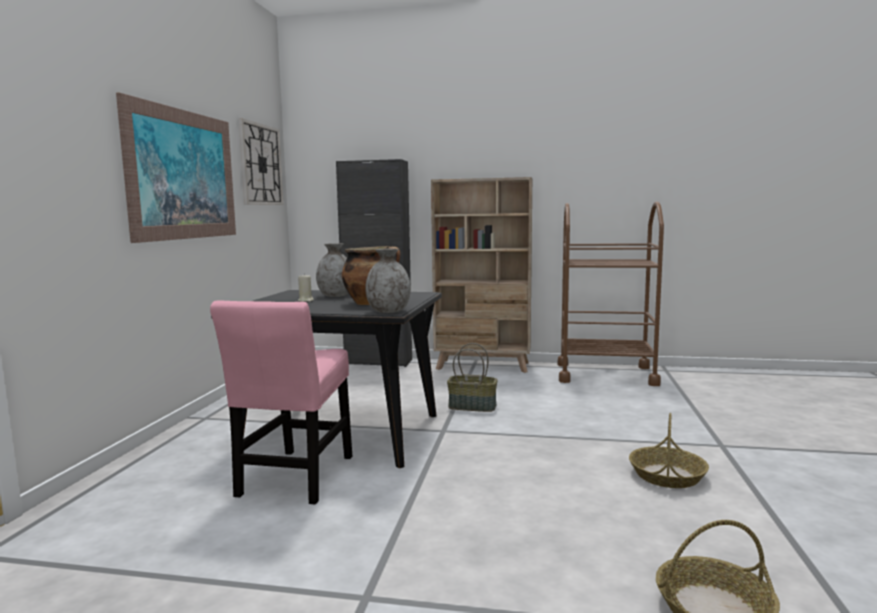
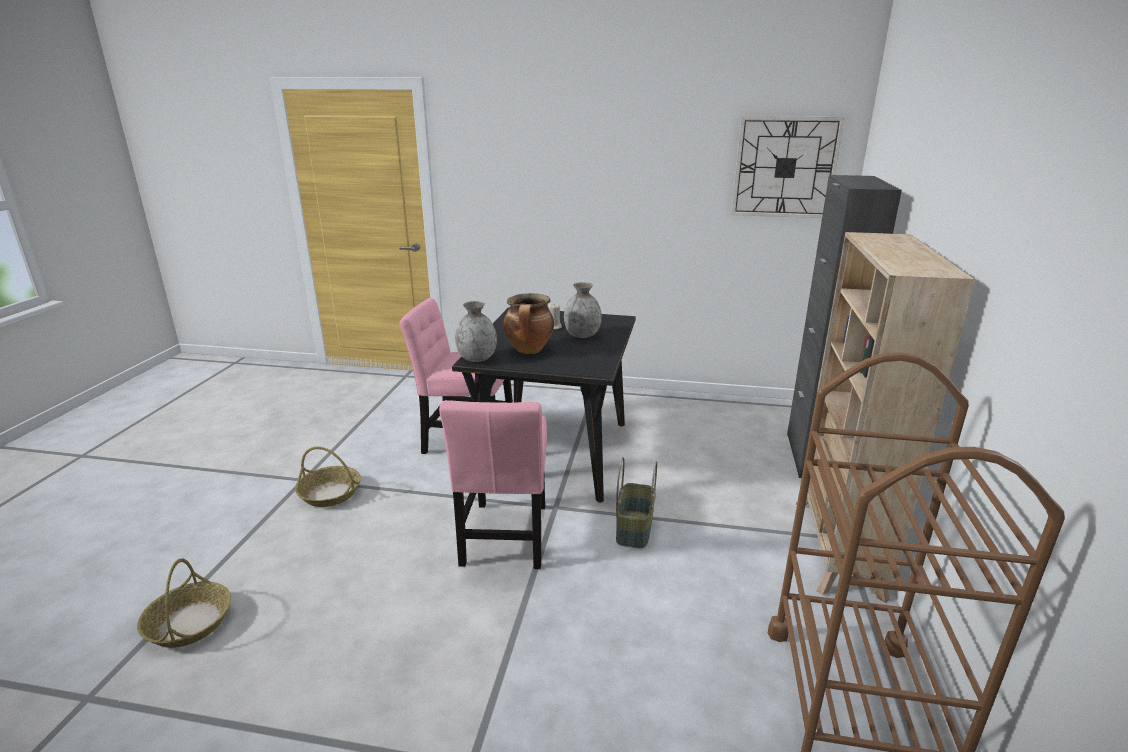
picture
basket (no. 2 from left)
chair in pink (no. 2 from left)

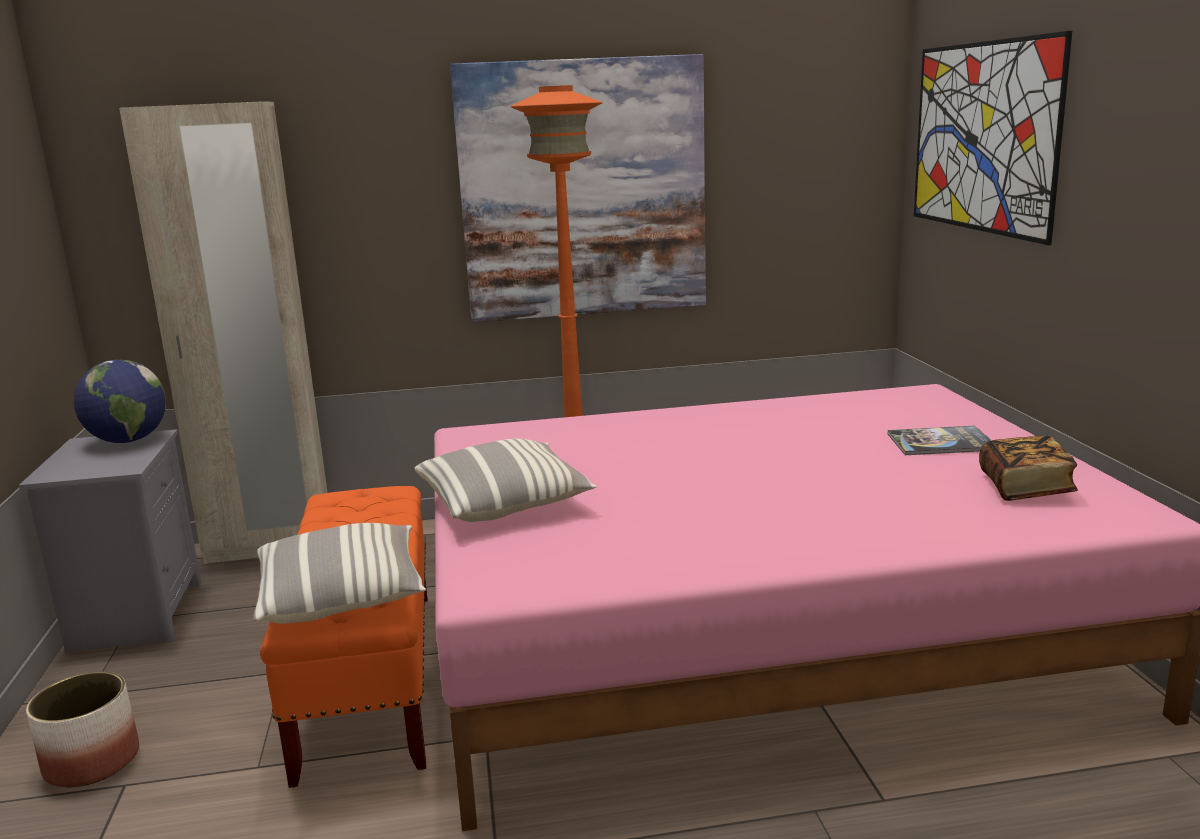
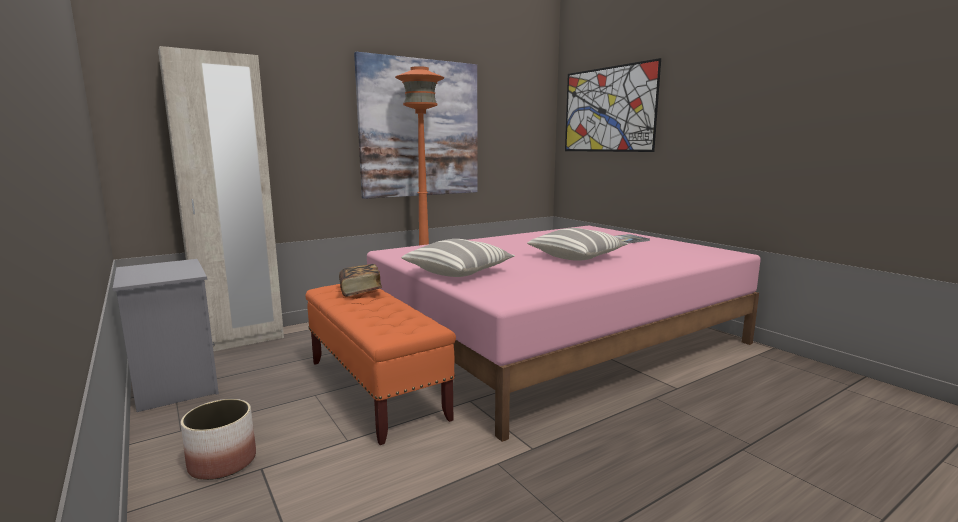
globe
book (no. 1 from left)
pillow (no. 2 from left)

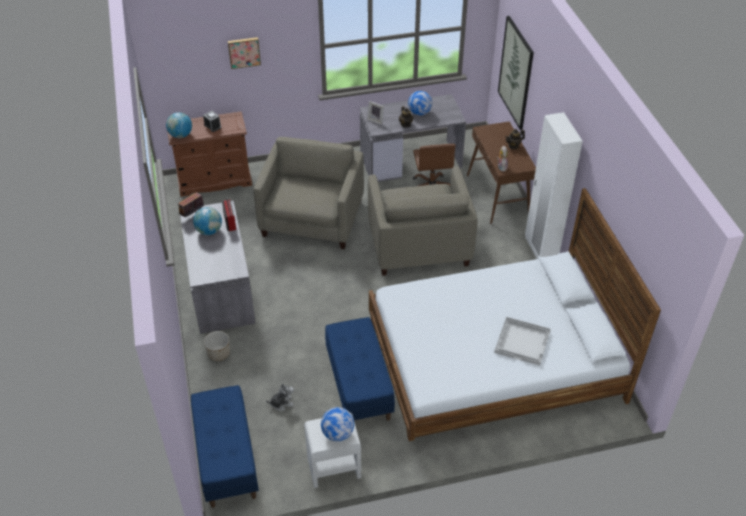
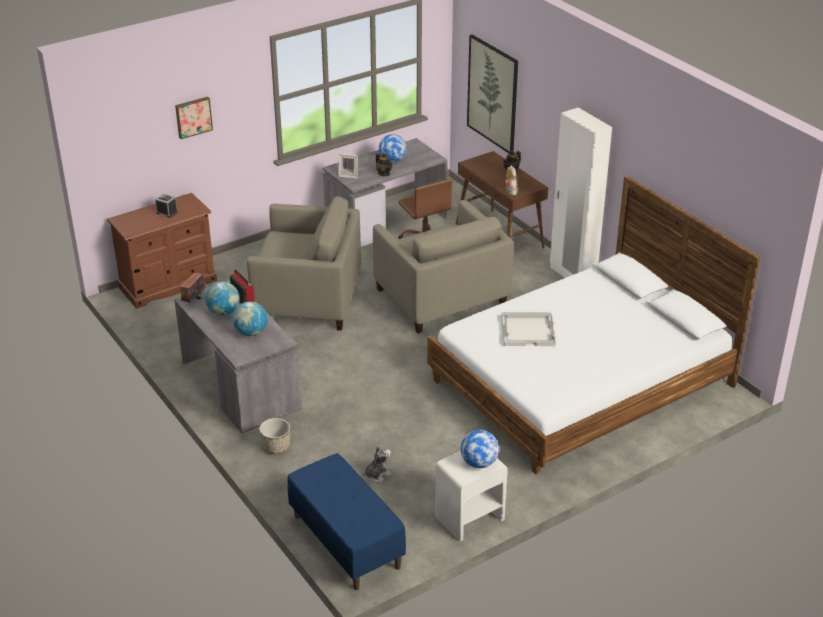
globe (no. 2 from left)
armchair in beige (no. 1 from left)
bench in blue (no. 2 from left in the first image)
tray in white

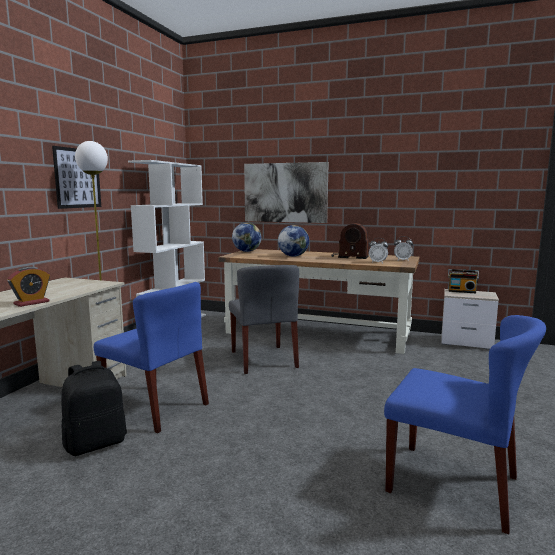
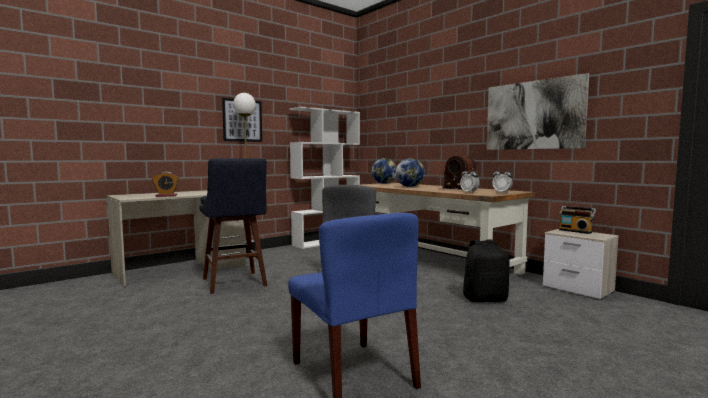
picture (no. 2 from left)
stool in blue
backpack in black

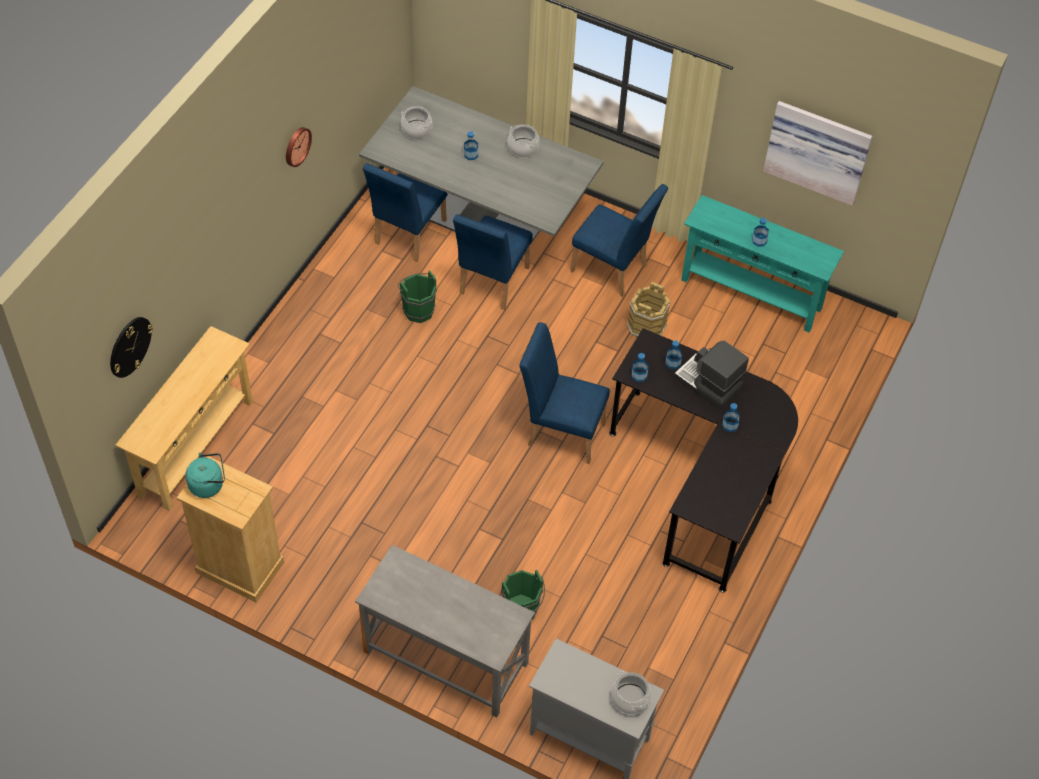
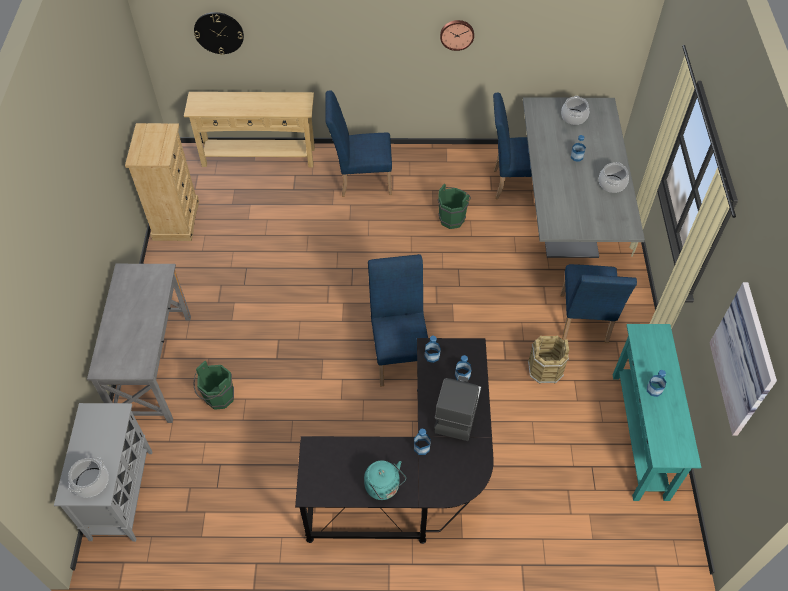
chair in blue (no. 1 from left)
kettle in turquoise

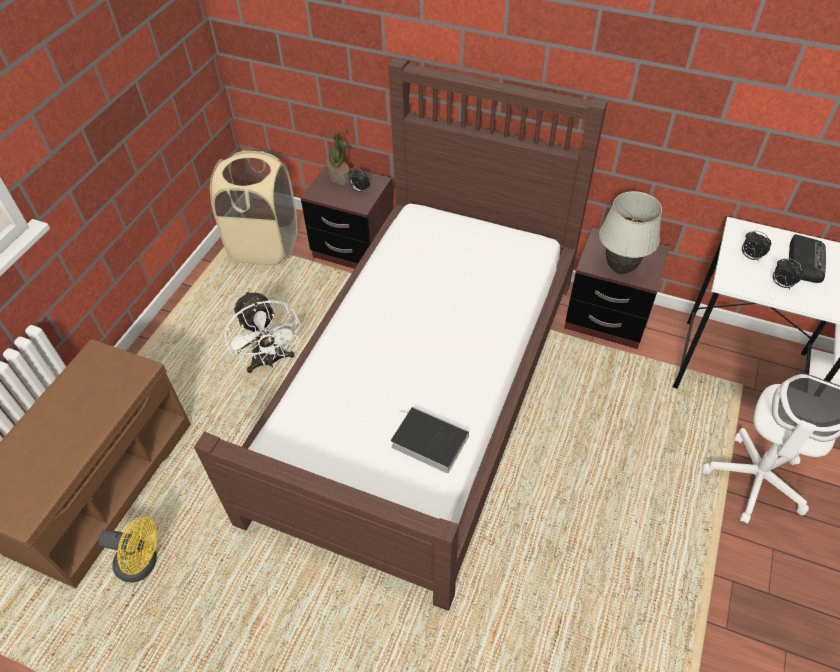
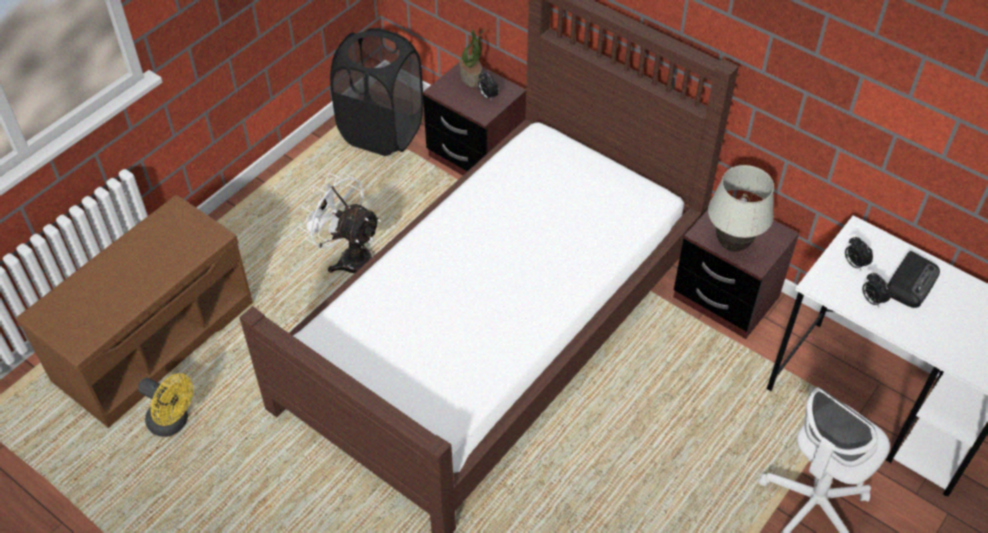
laundry basket in black
fan in white
book

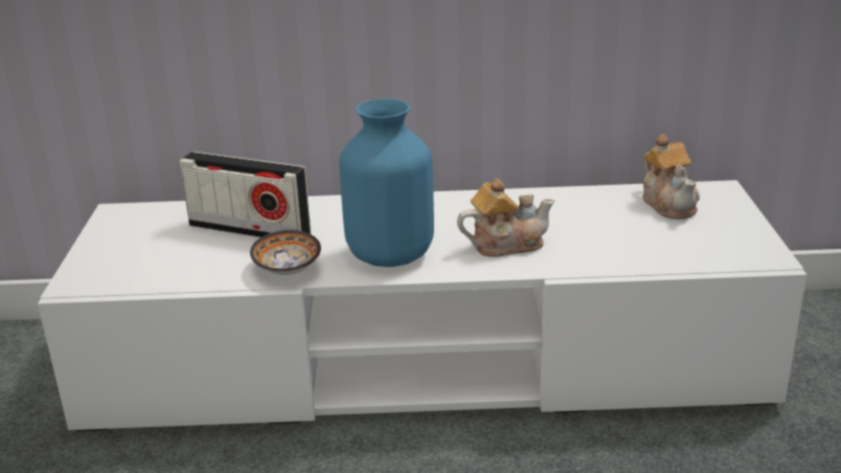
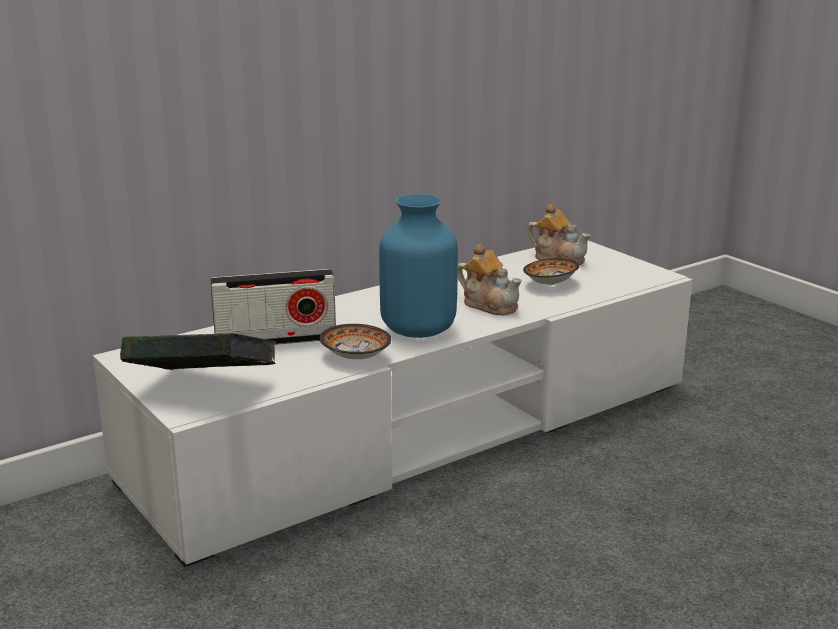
teapot (no. 1 from left)
bowl (no. 2 from left)
book

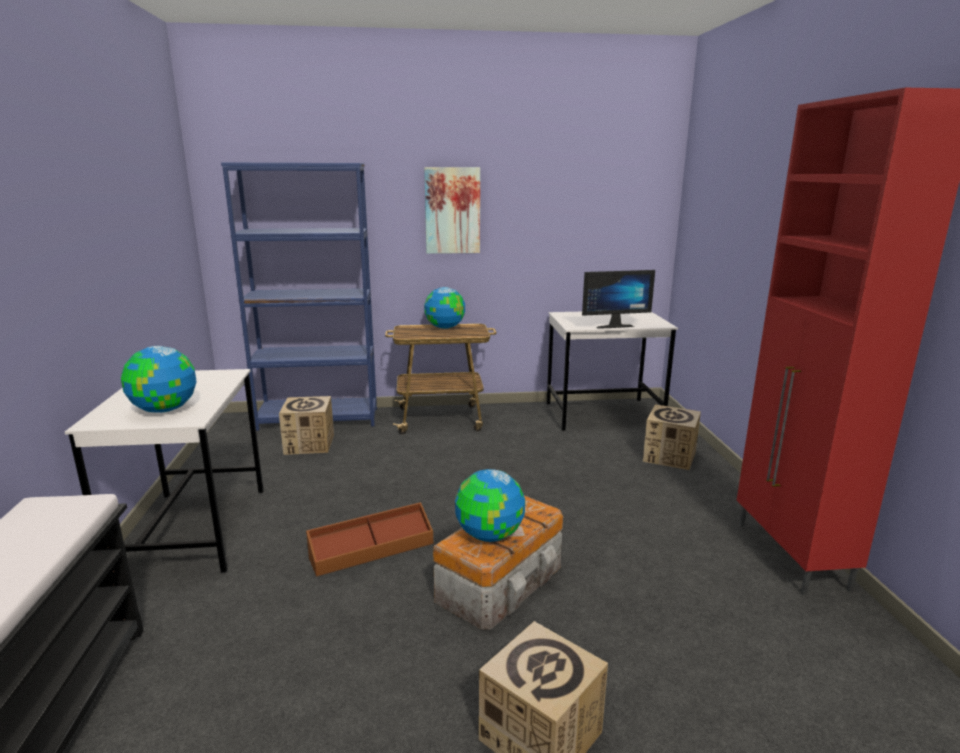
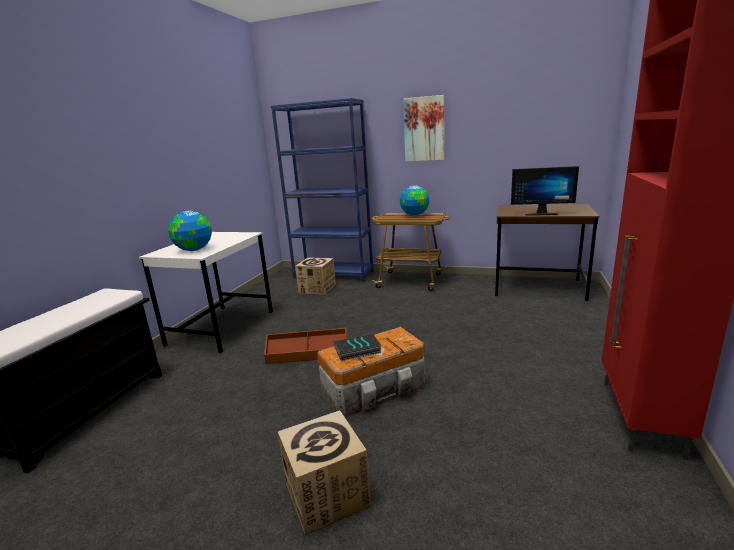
desk in brown
cardboard box (no. 3 from left in the first image)
book

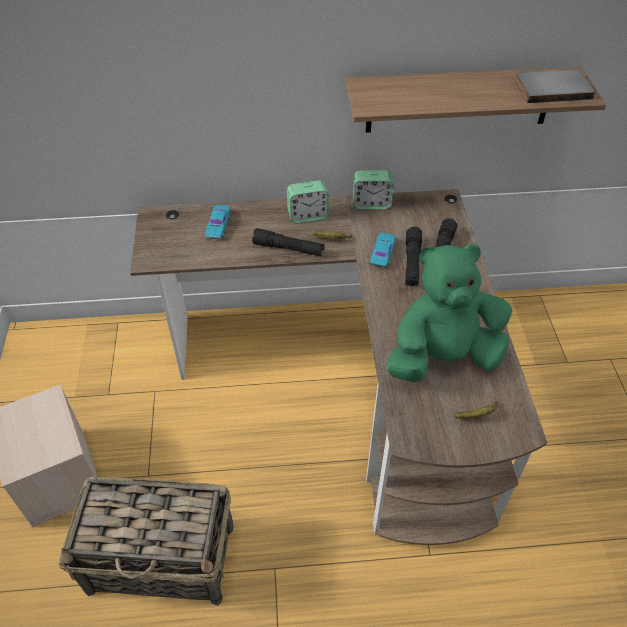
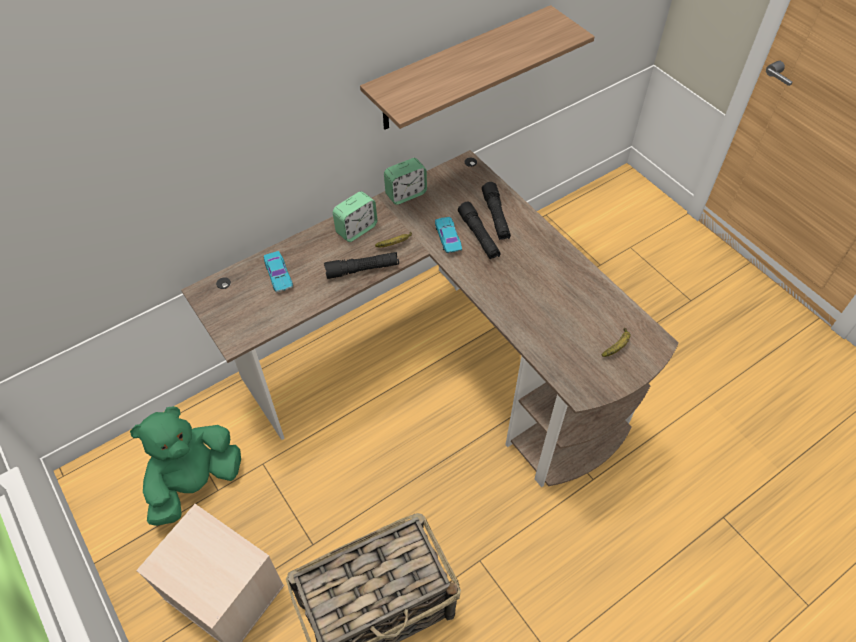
book in grey
plush toy in green

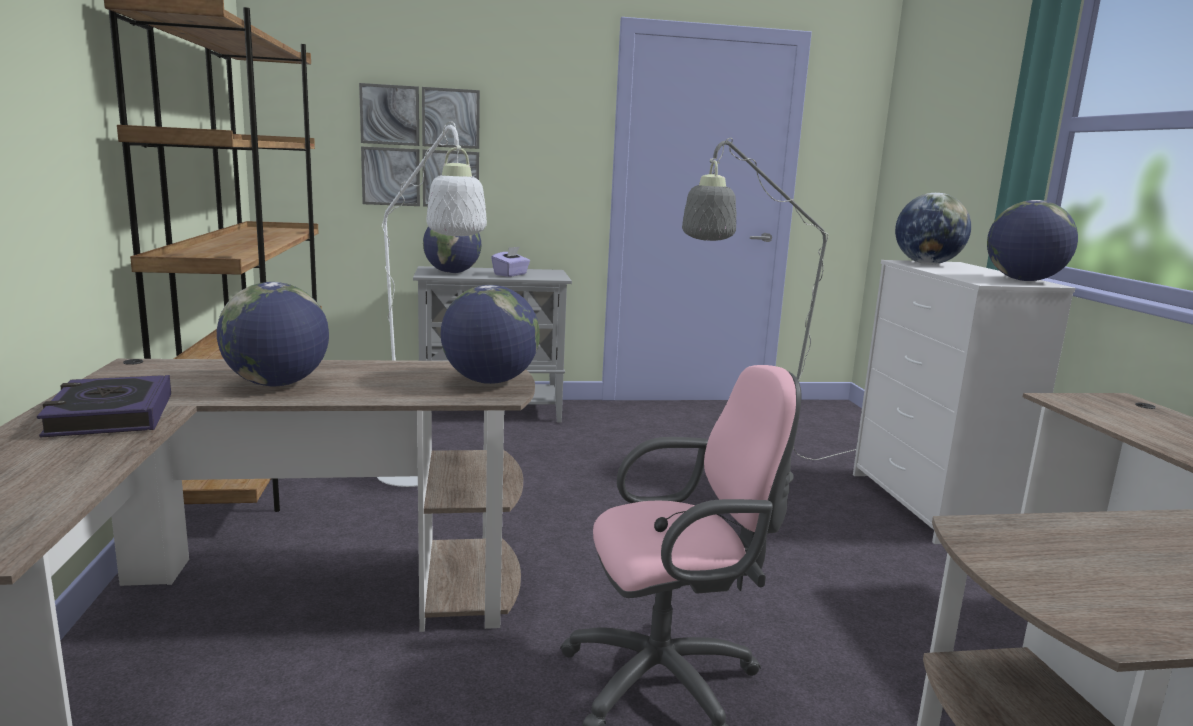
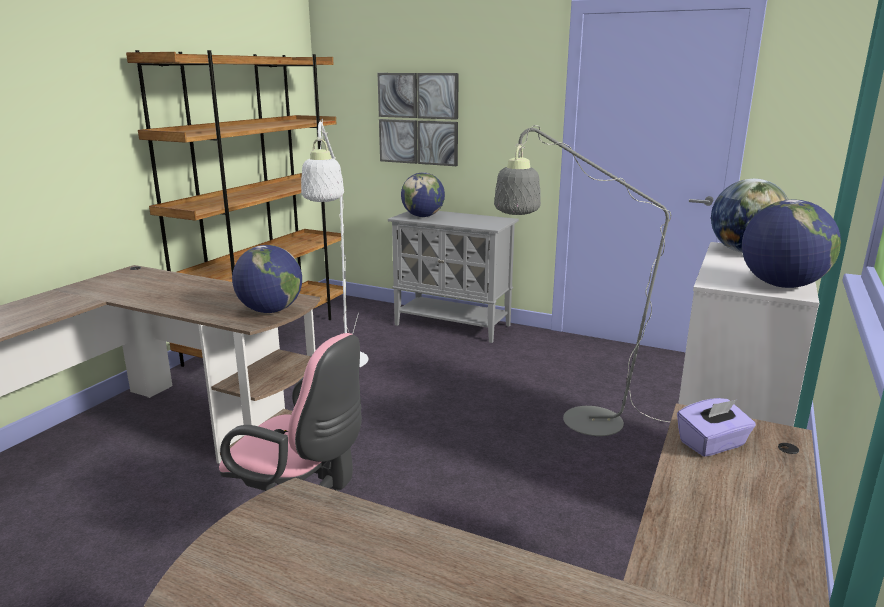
tissue box in purple
globe (no. 1 from left in the first image)
book

